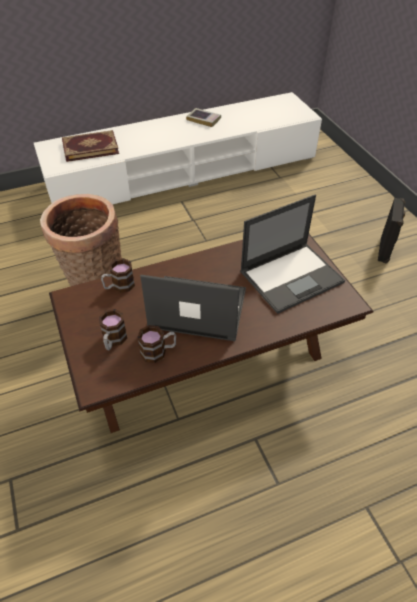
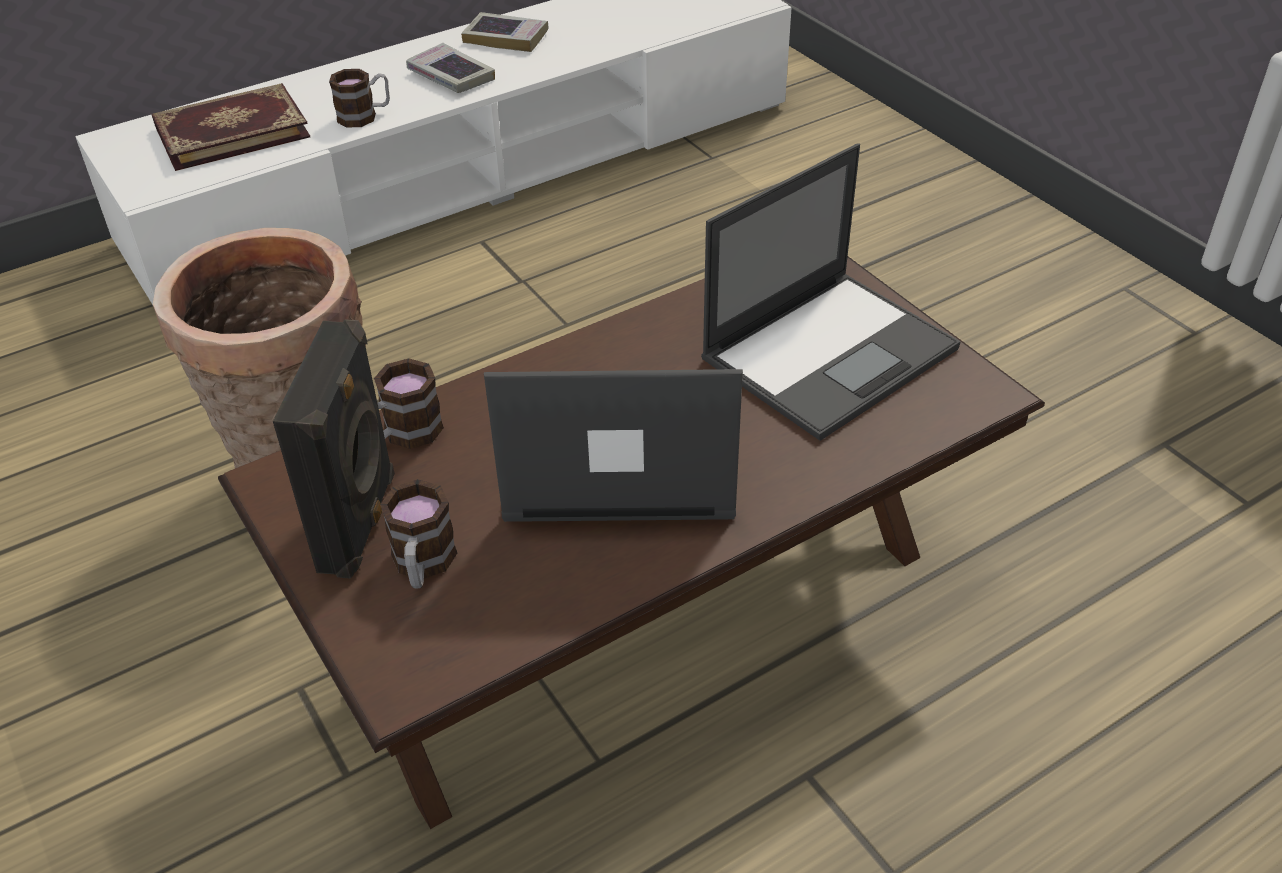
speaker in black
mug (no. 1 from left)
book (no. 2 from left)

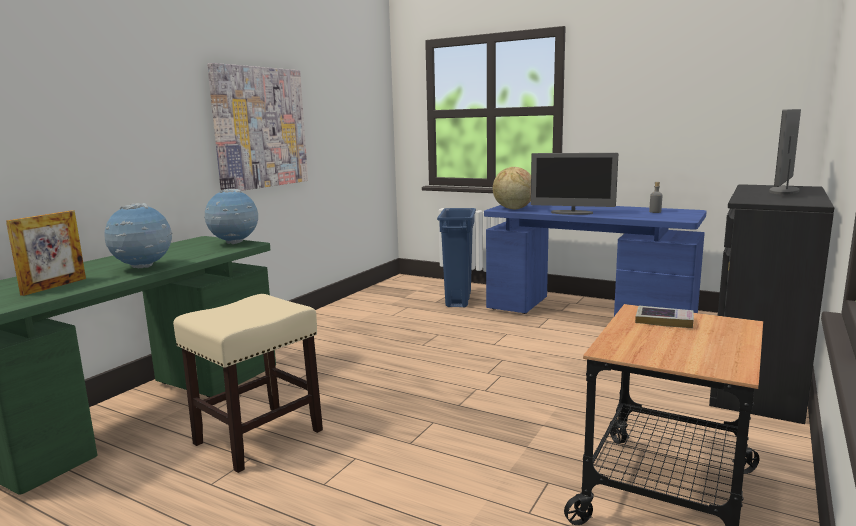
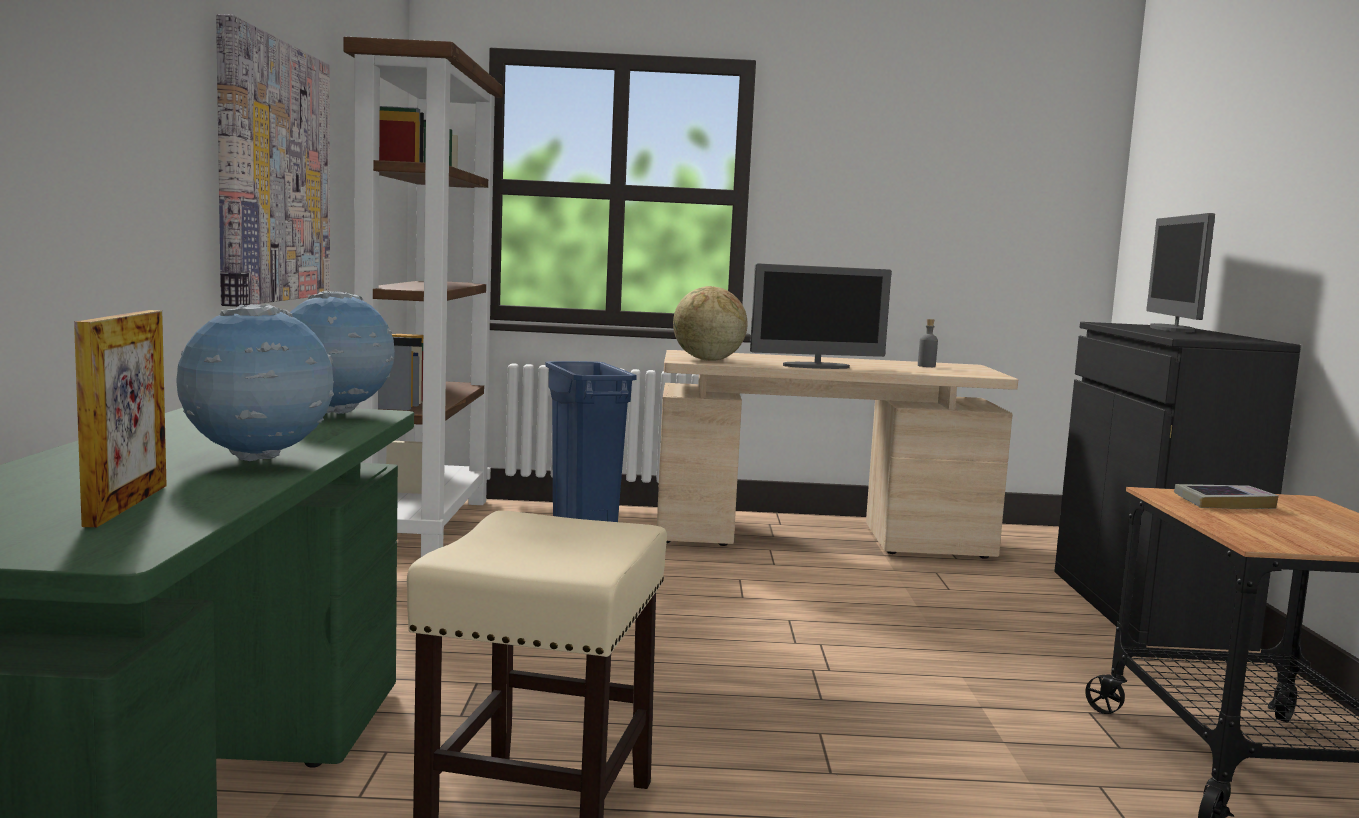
desk in beige
bookcase in brown

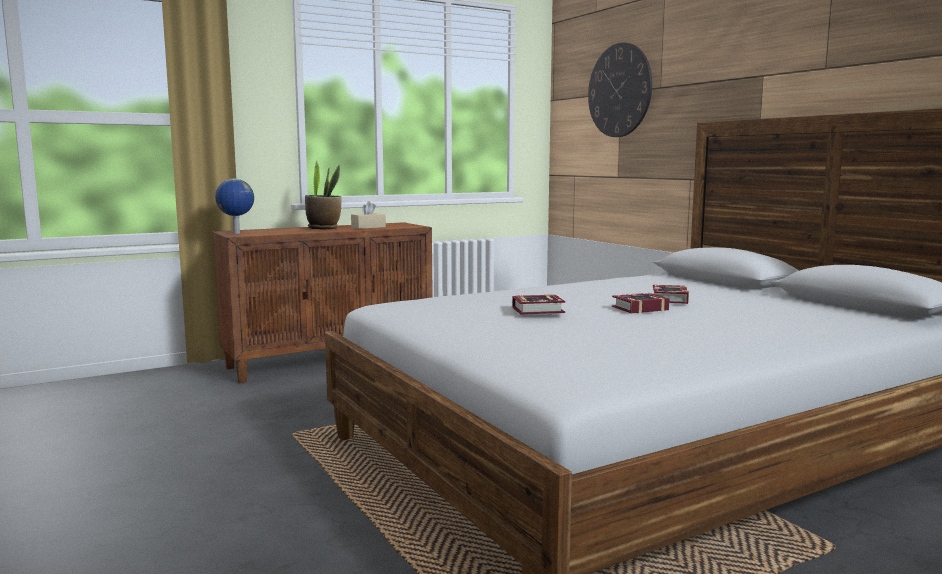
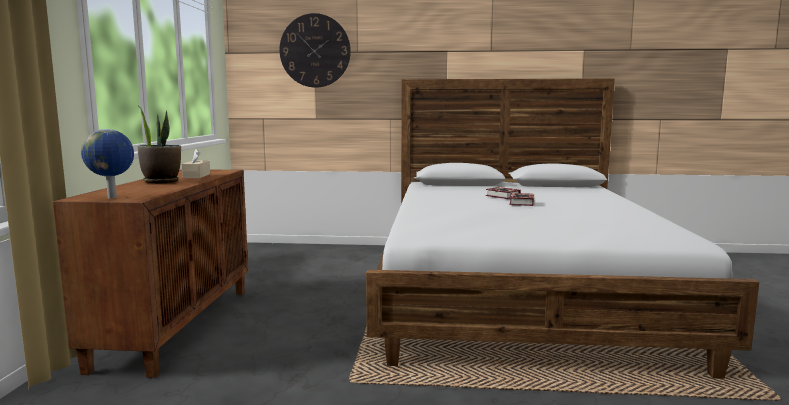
book (no. 1 from left in the first image)

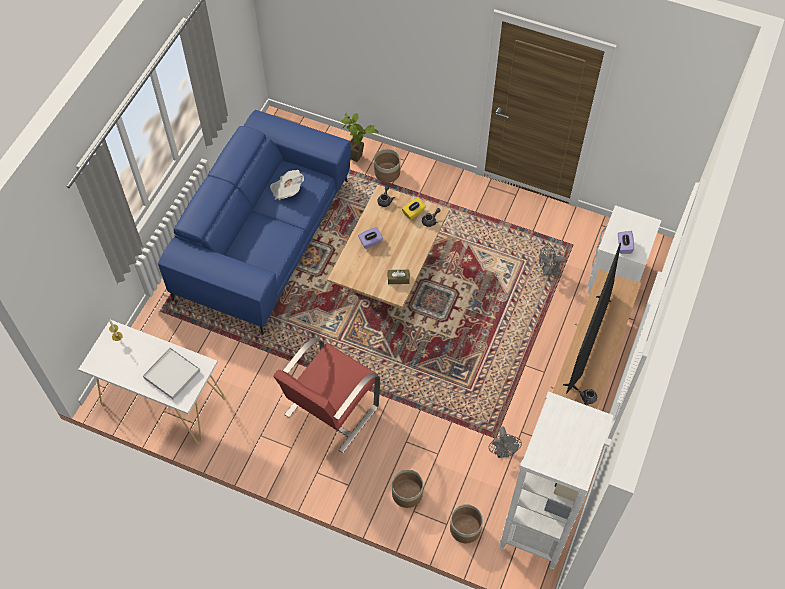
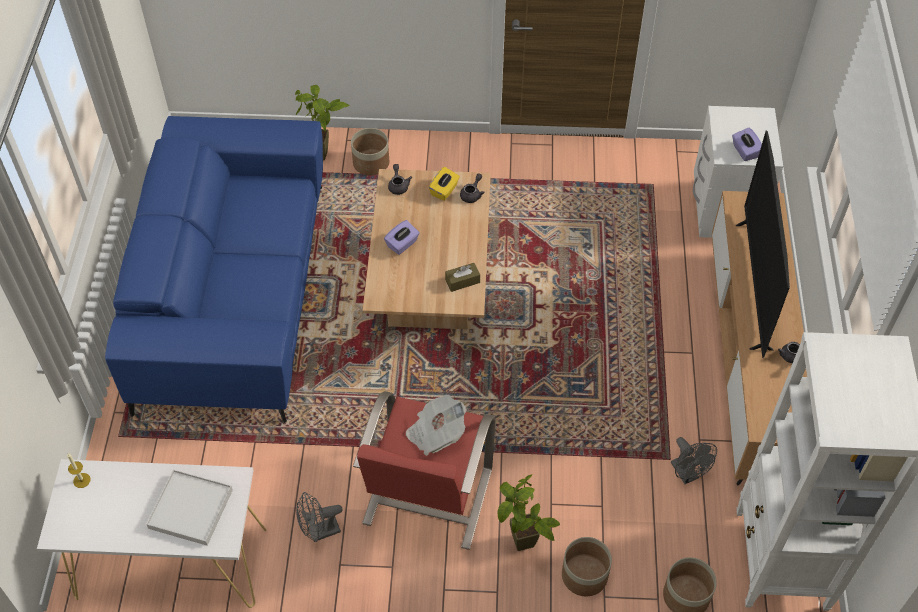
newspaper
fan in grey (no. 1 from left)
potted plant (no. 2 from left)

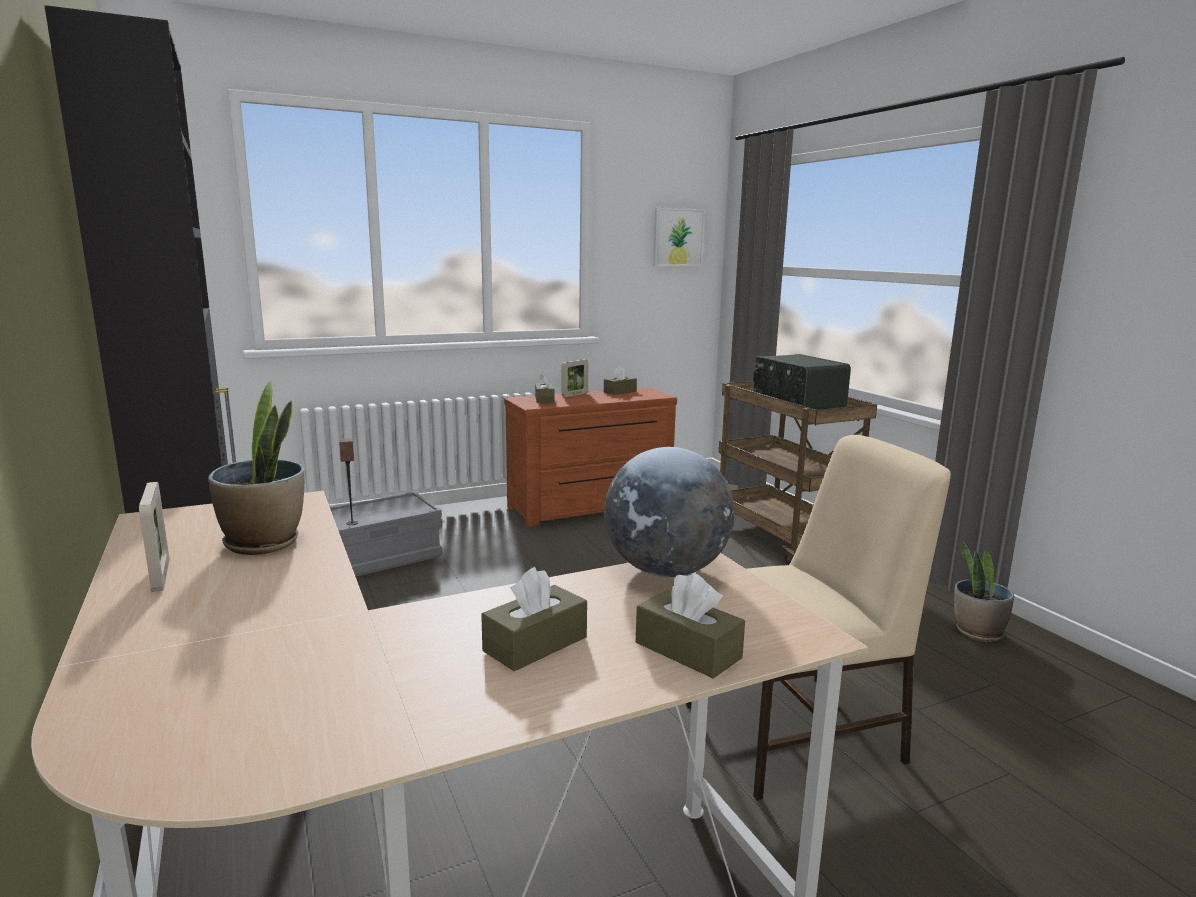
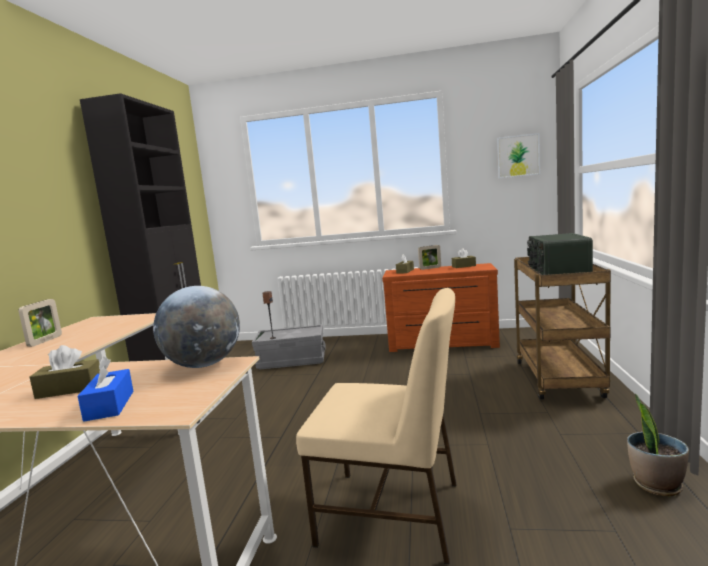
potted plant (no. 1 from left in the first image)
tissue box in blue

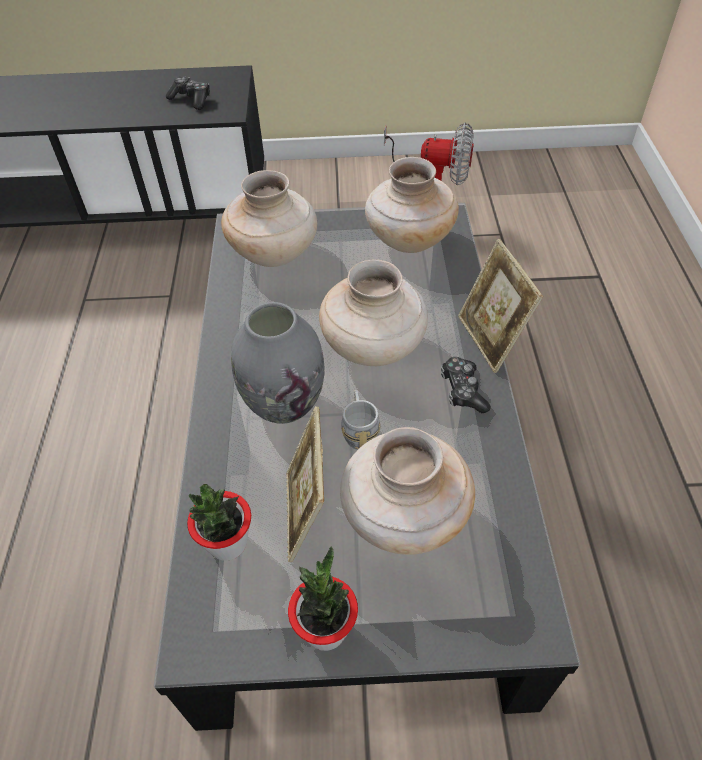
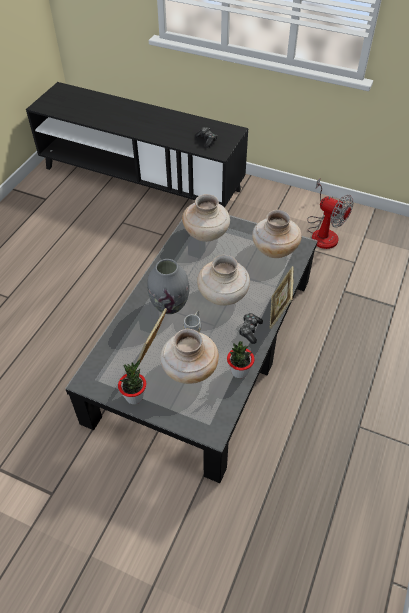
potted plant (no. 2 from left)

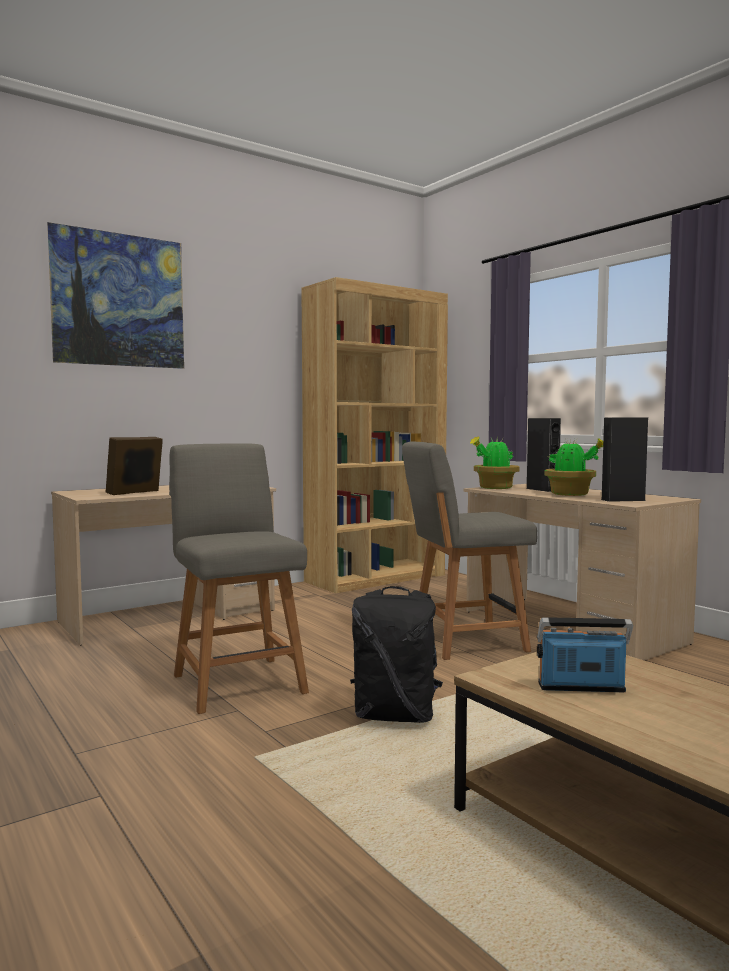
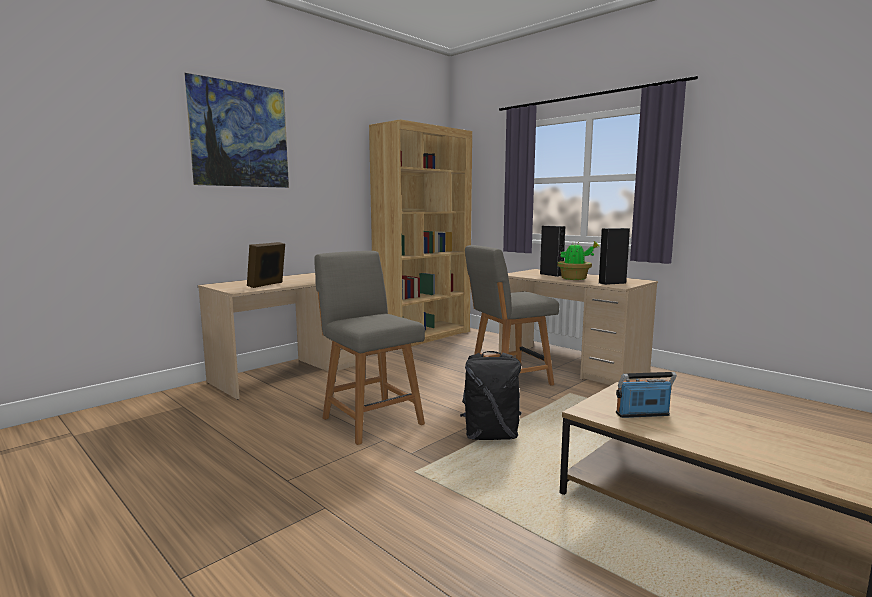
potted plant (no. 1 from left in the first image)

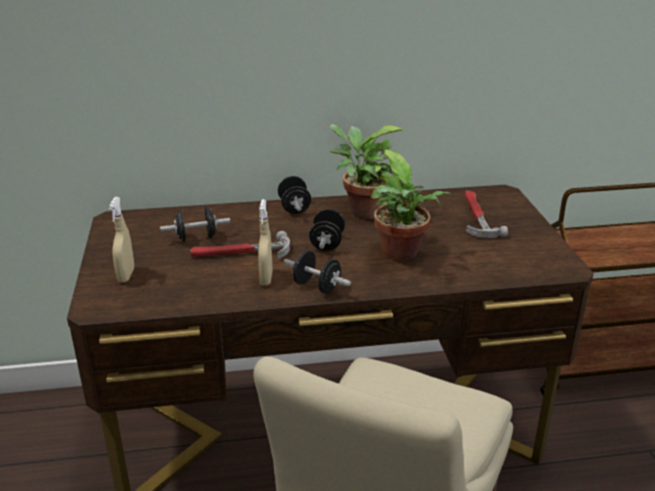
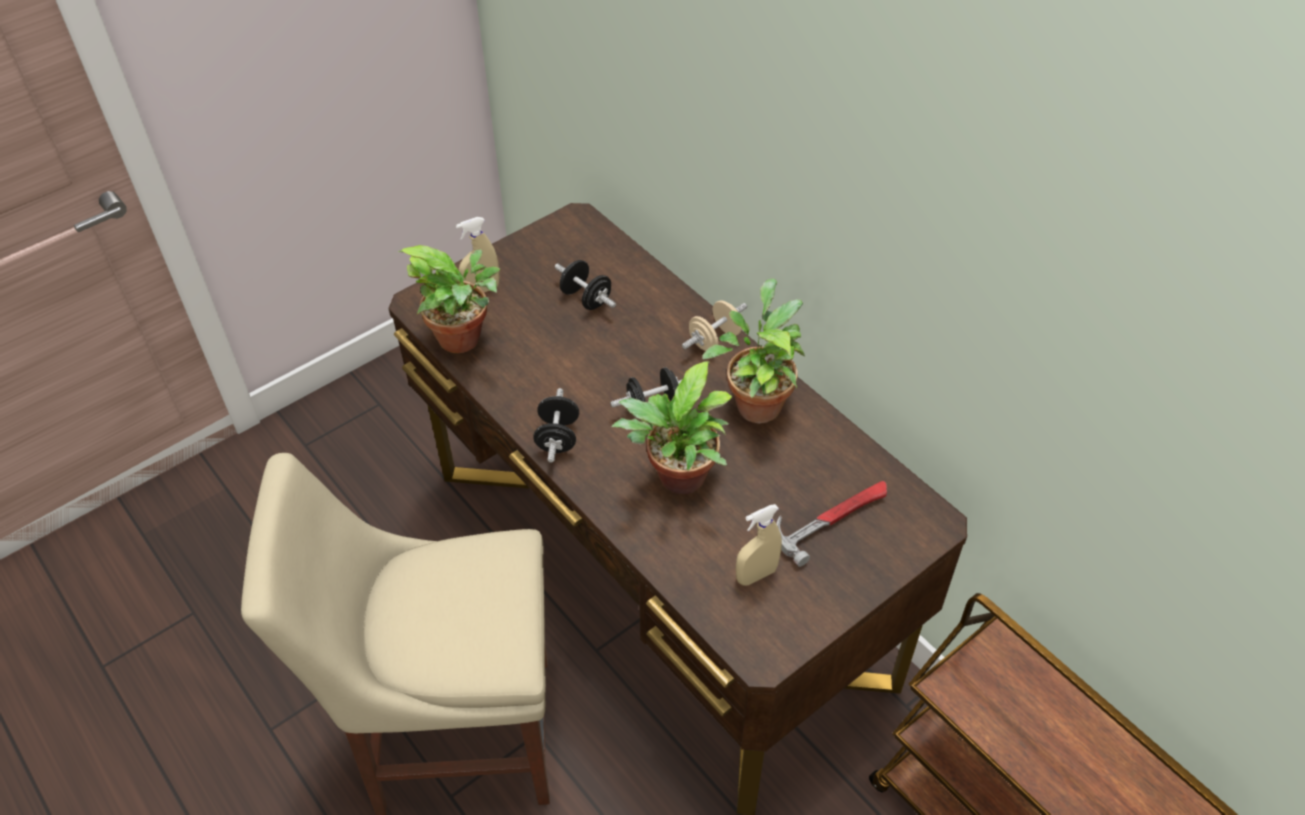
dumbbell in beige
spray bottle in beige (no. 2 from left)
hammer (no. 1 from left in the first image)
potted plant (no. 1 from left)

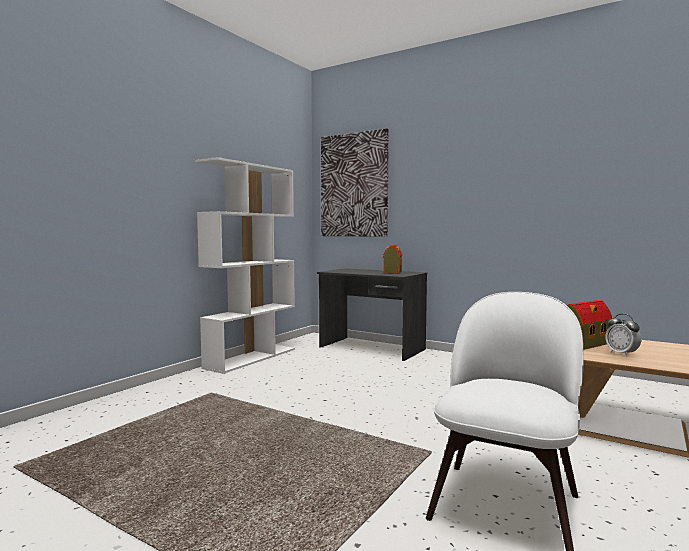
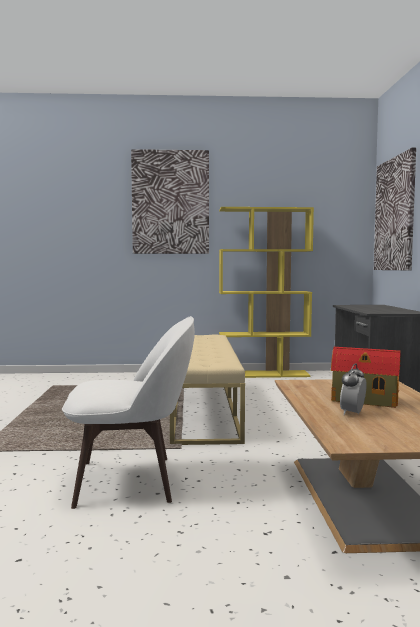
bookcase in yellow
toy house (no. 1 from left in the first image)
picture (no. 1 from left)
bench in beige

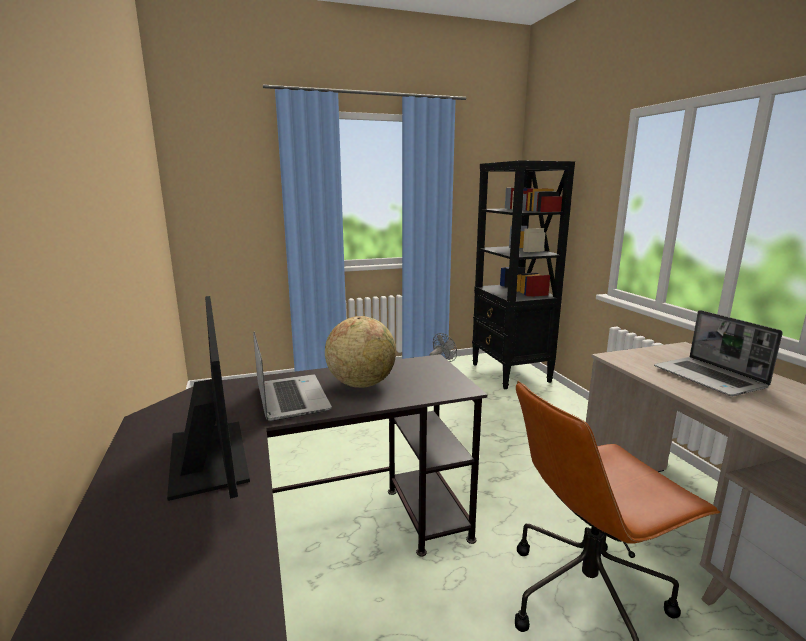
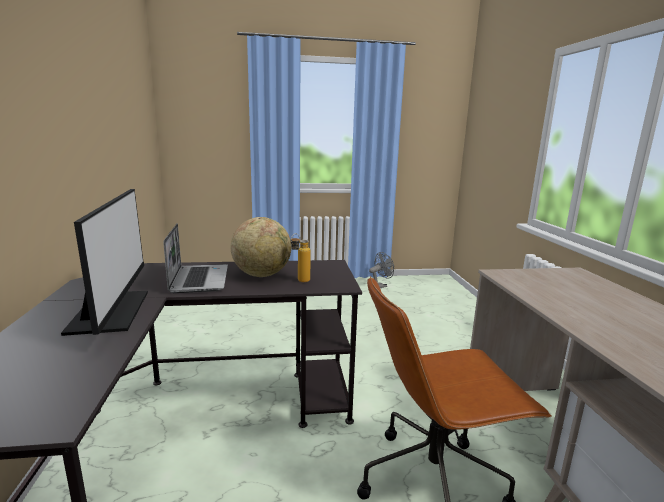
bookcase in black
laptop (no. 2 from left in the first image)
bottle

